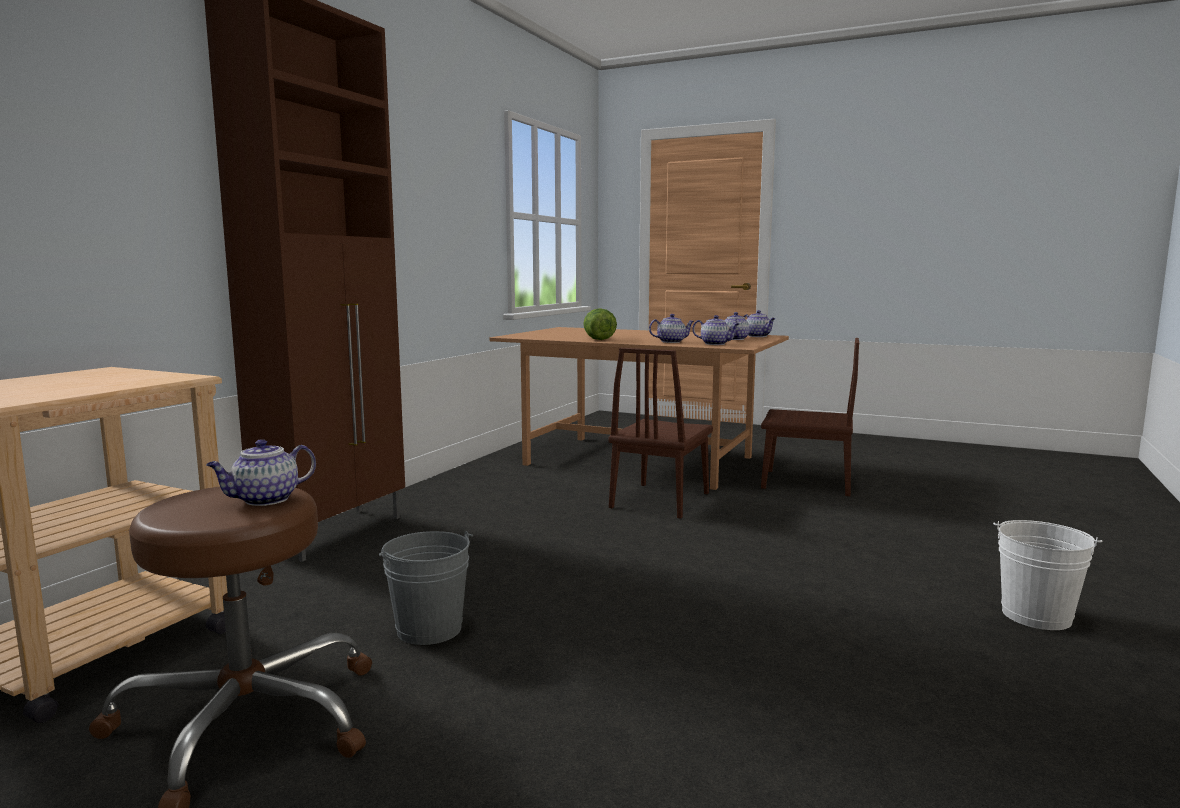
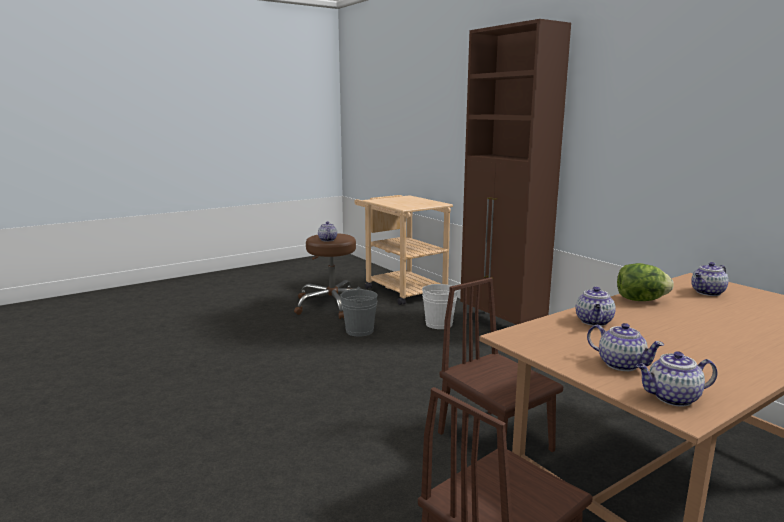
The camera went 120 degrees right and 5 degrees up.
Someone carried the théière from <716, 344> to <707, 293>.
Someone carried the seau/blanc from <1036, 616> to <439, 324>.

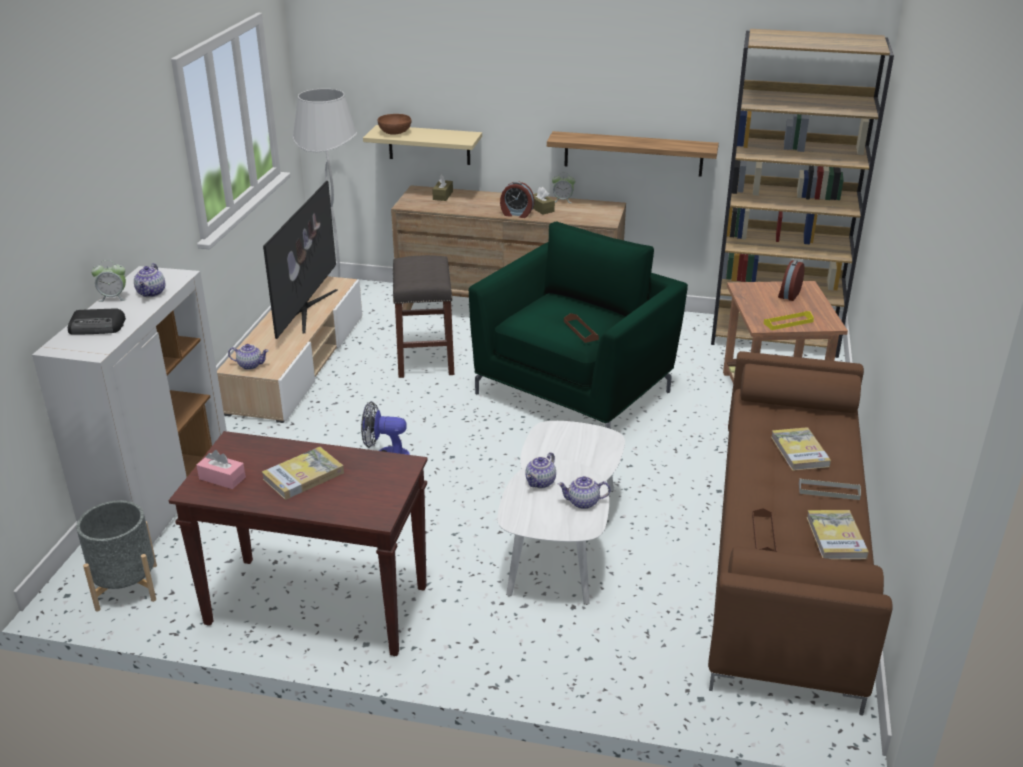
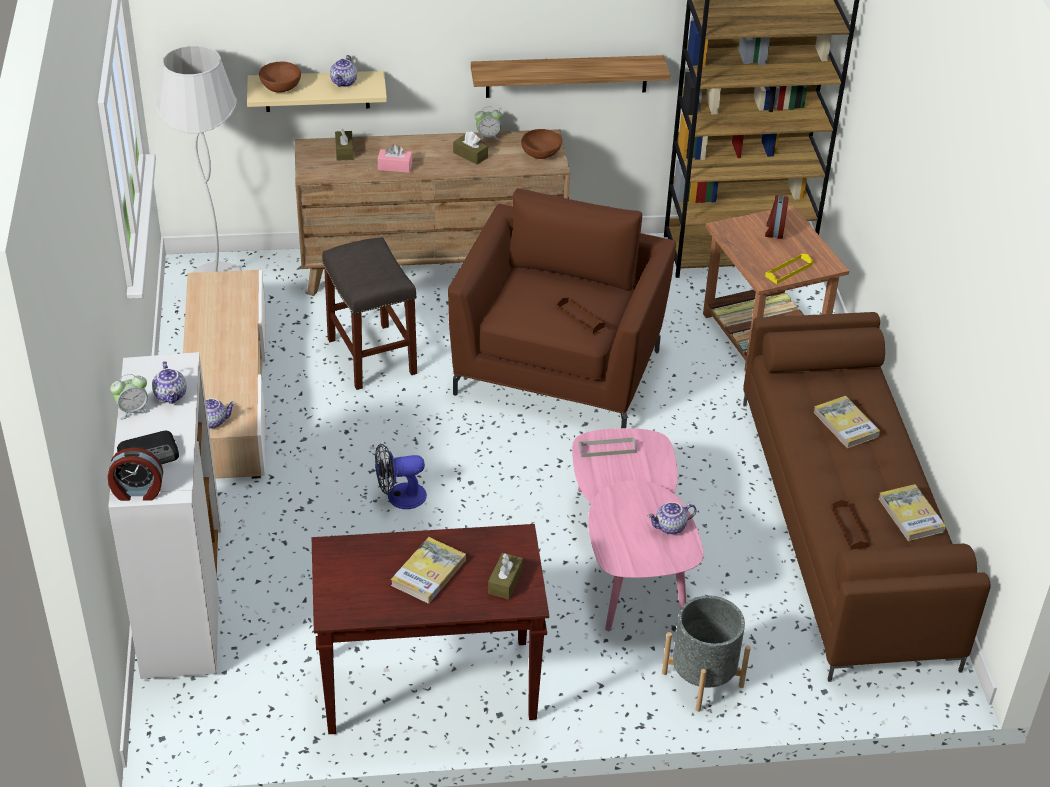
The camera went 20 degrees left and 10 degrees up.
Someone took away the téléviseur at <306, 309>.
Someone put down the boîte à mouchoirs/marron at <505, 582>.
Someone put down the bol/marron at <541, 154>.
Someone carried the cache-pot/gris from <126, 587> to <702, 679>.
Someone carried the boîte à mouchoirs/rose from <222, 478> to <395, 166>.
Someone carried the réveil from <516, 214> to <137, 492>.
Someone carried the théière from <541, 482> to <344, 83>.
Someone carried the plateau/gris from <828, 491> to <607, 449>.
Someone repainted the fauteuil/vert at <575, 391>, which became the fauteuil/marron at <560, 370>.
Someone repainted the table basse/blanc at <562, 538>, which became the table basse/rose at <629, 555>.

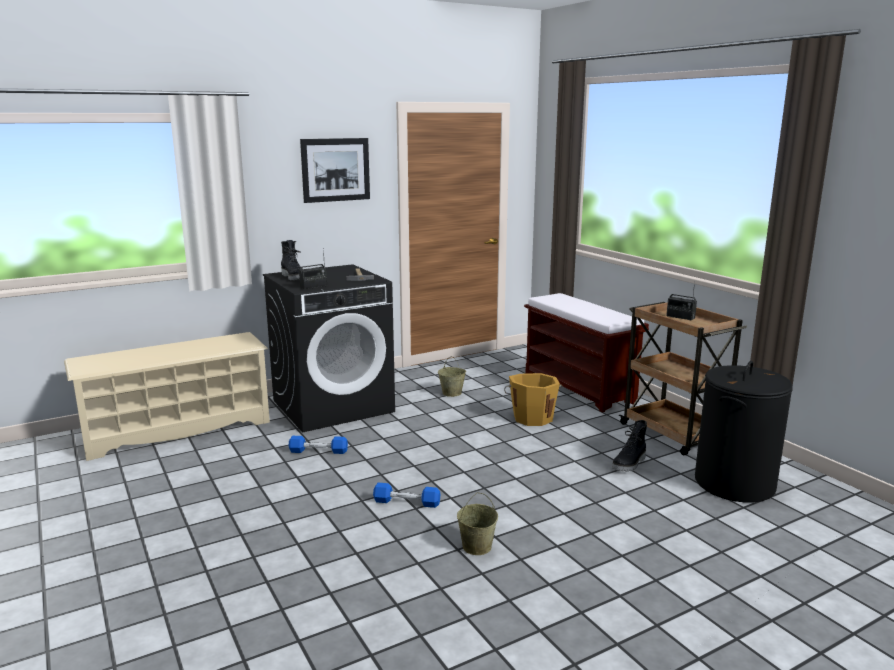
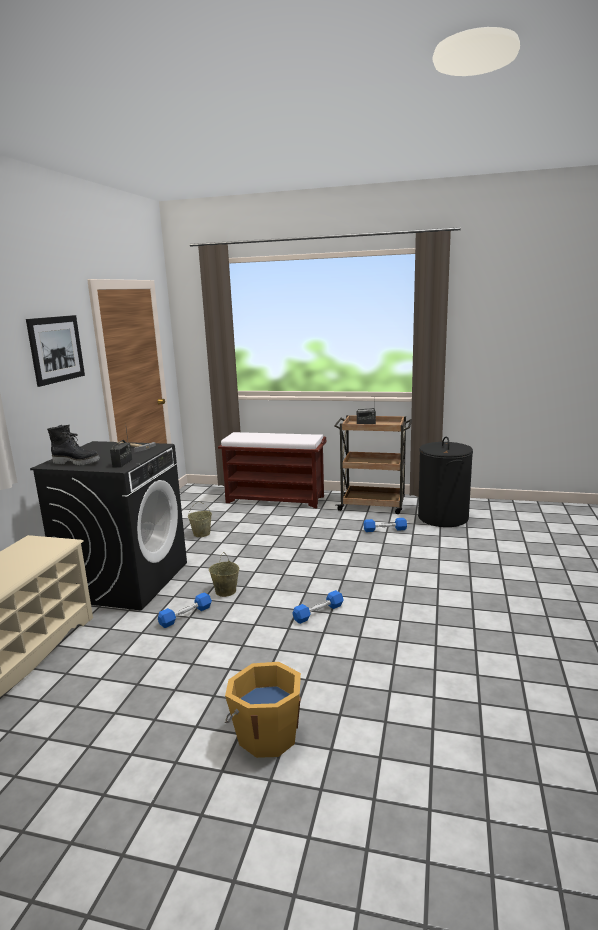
The camera went 45 degrees left and 0 degrees up.
Someone carried the seau/beige from <476, 546> to <225, 591>.
Someone carried the seau/orange from <532, 417> to <266, 734>.
Someone swapped the botte/noir at <630, 464> for the haltère/bleu at <385, 530>.

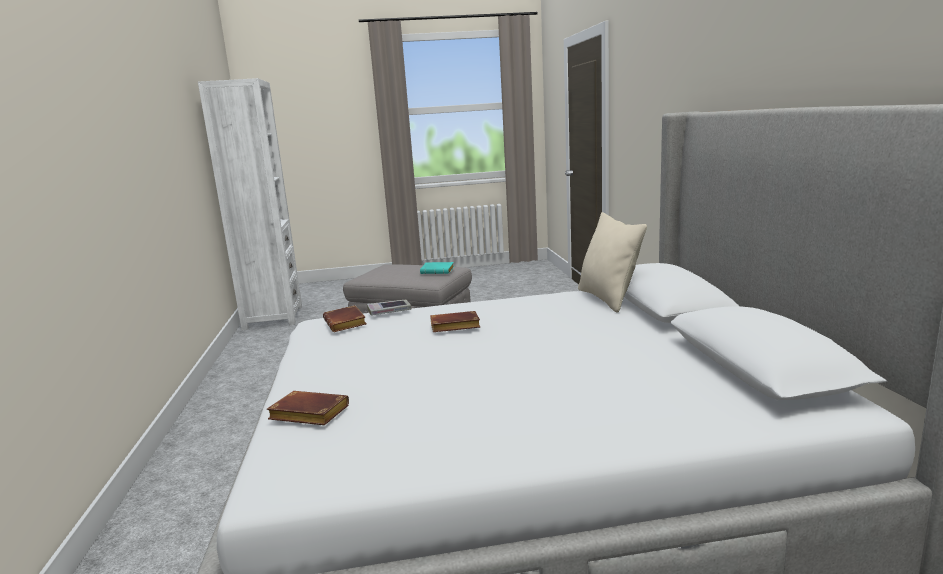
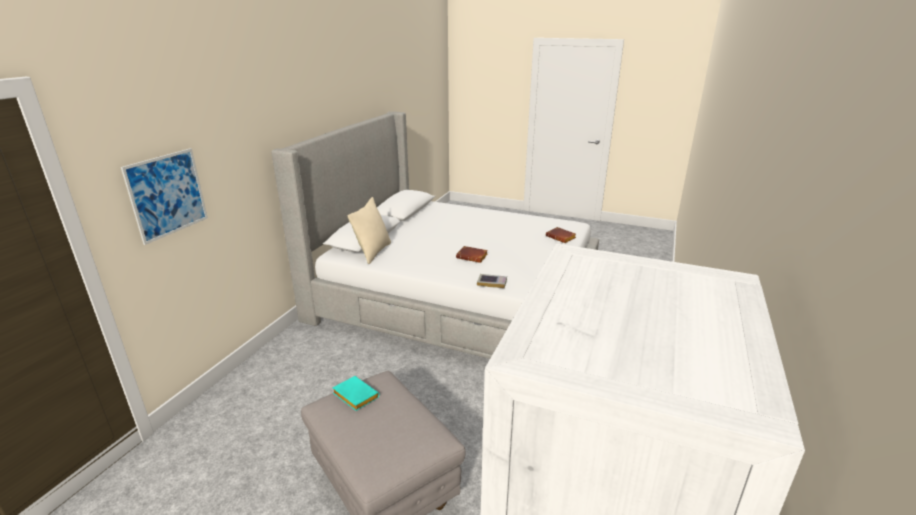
The camera went 150 degrees left and 10 degrees up.
Someone took away the livre/marron at <347, 323>.
Someone put up the tableau at <167, 195>.

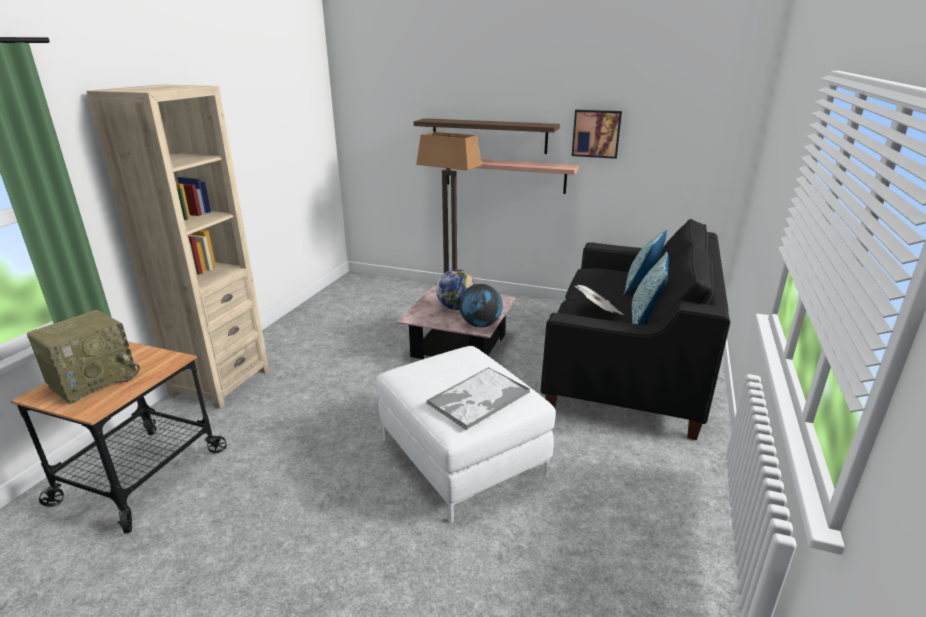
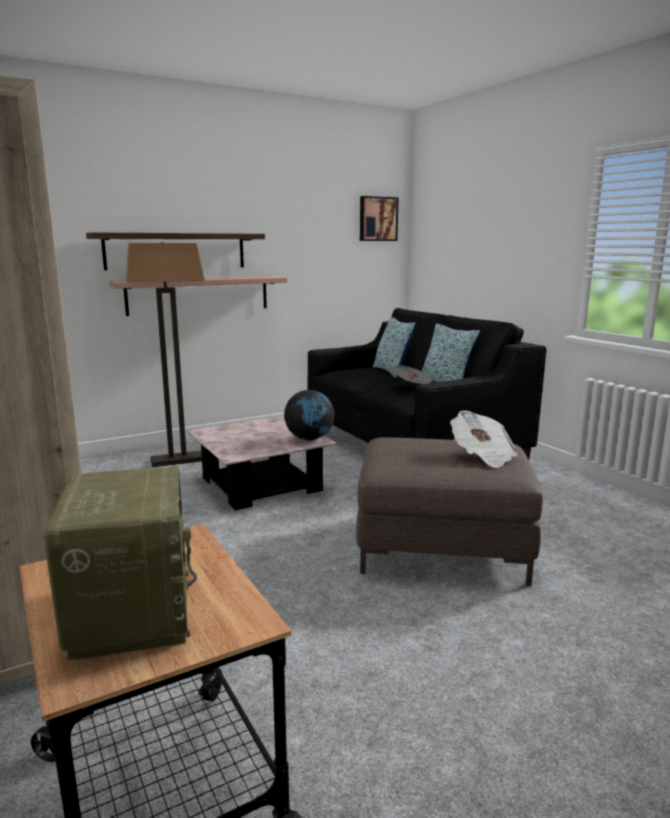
The camera went 50 degrees left and 10 degrees down.
Someone took away the globe at <457, 307>.
Someone carried the tableau from <596, 133> to <377, 219>.
Someone swapped the plateau at <478, 398> for the journal at <482, 456>.
Someone repainted the pouf/blanc at <462, 456>, which became the pouf/marron at <442, 546>.

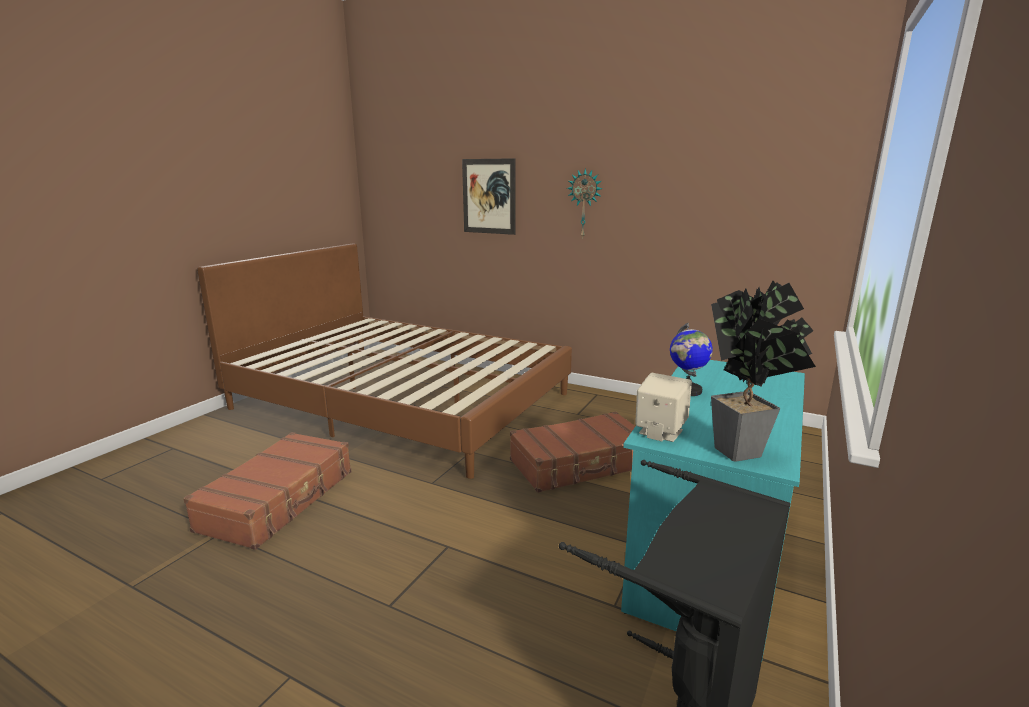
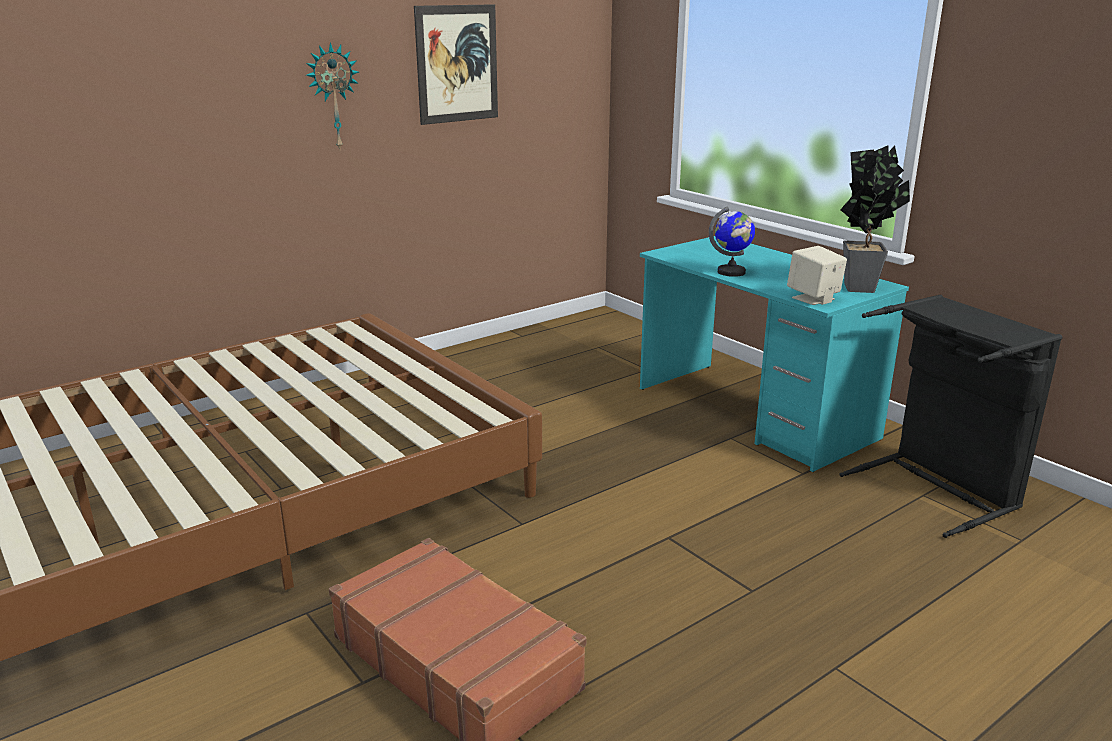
The camera went 65 degrees left and 5 degrees up.
Someone took away the valise/marron at <580, 464>.
Someone carried the tableau from <489, 196> to <457, 64>.

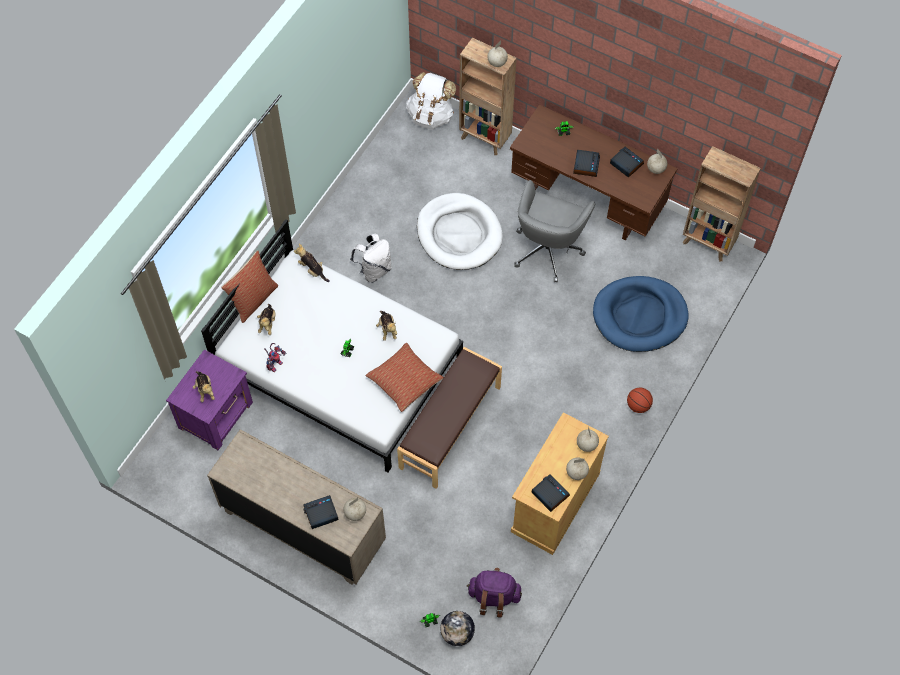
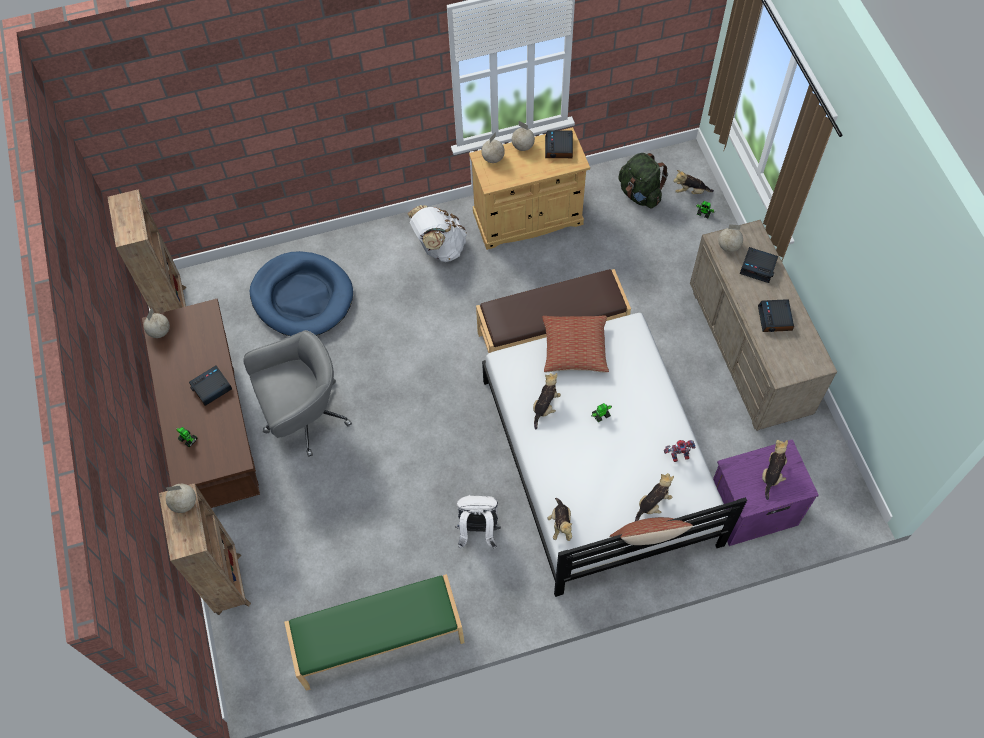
The camera went 135 degrees left and 0 degrees up.
Someone took away the panier pour chien/blanc at <459, 234>.
Someone took away the ballon de basket at <638, 405>.
Someone put down the banc/vert at <379, 641>.
Someone carried the sac à dos/blanc from <431, 115> to <439, 247>.
Someone carried the réveil from <626, 164> to <775, 318>.
Someone swapped the globe at <457, 633> for the peluche at <690, 191>.
Someone repainted the sac à dos/violet at <493, 596>, which became the sac à dos/vert at <640, 194>.

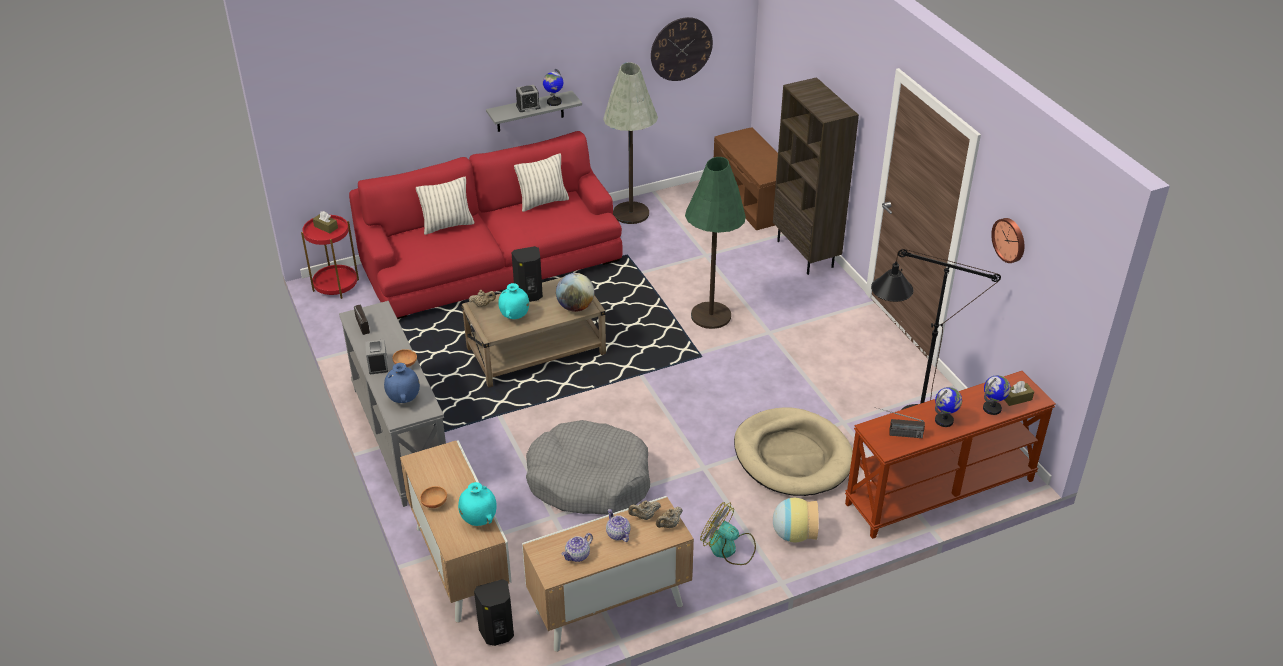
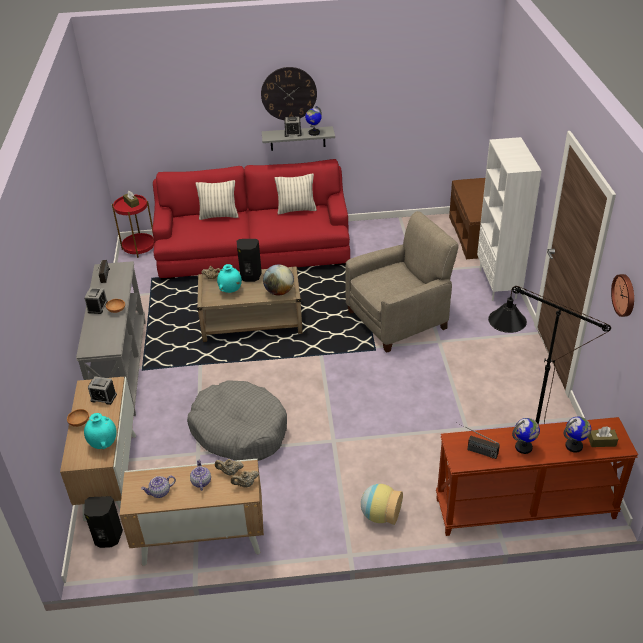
The camera went 20 degrees right and 0 degrees up.
Someone took away the vase/bleu at <404, 399>.
Someone took away the lampadaire/gris at <631, 213>.
Someone took away the ventilateur at <729, 548>.
Someone took away the panier pour chien/beige at <792, 456>.
Someone put down the réveil at <103, 397>.
Someone carried the horloge murale from <681, 49> to <289, 93>.
Someone swapped the lampadaire/vert at <711, 316> for the fauteuil/beige at <398, 319>.
Someone repainted the bibliothèque/marron at <806, 254>, which became the bibliothèque/blanc at <498, 284>.

